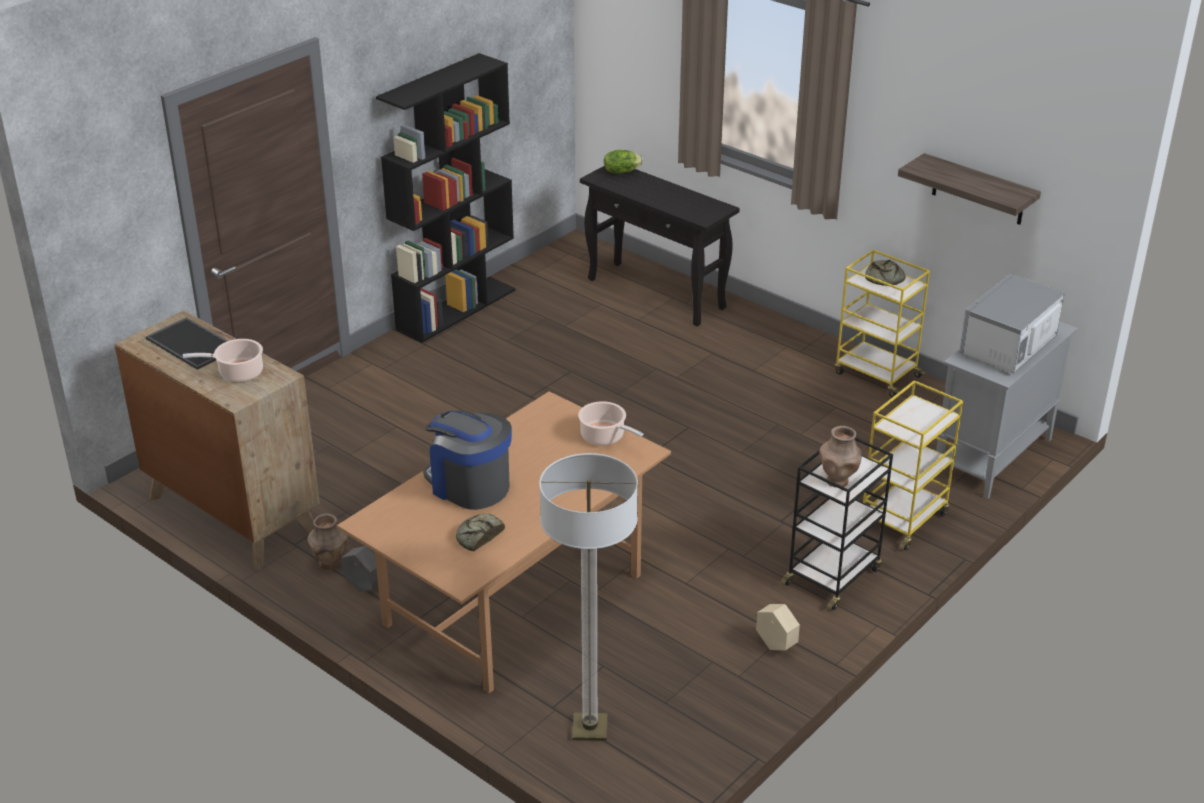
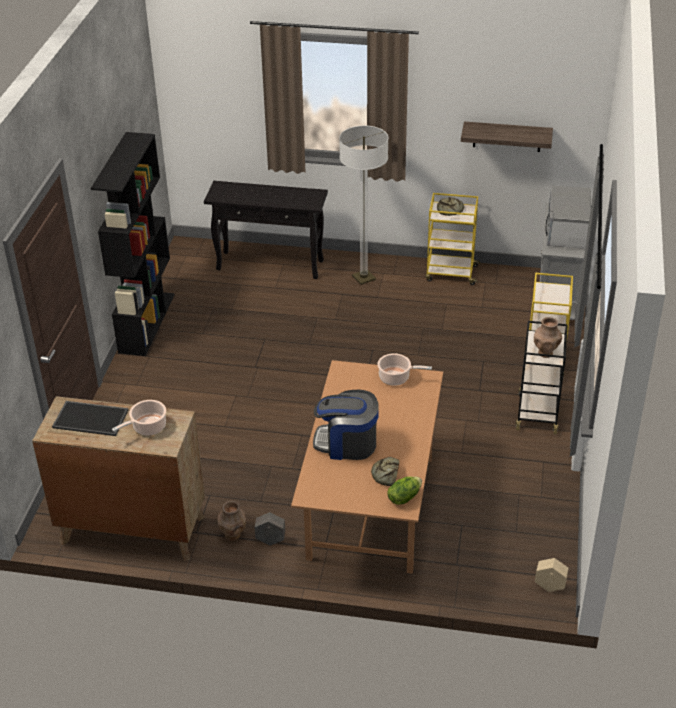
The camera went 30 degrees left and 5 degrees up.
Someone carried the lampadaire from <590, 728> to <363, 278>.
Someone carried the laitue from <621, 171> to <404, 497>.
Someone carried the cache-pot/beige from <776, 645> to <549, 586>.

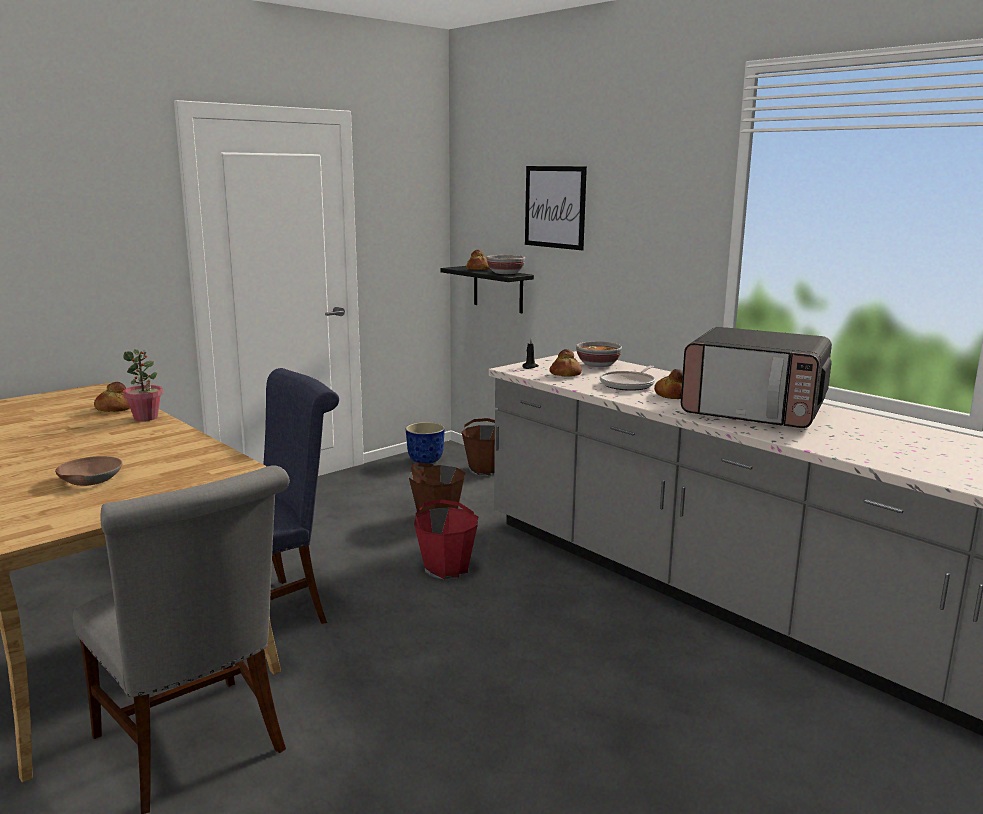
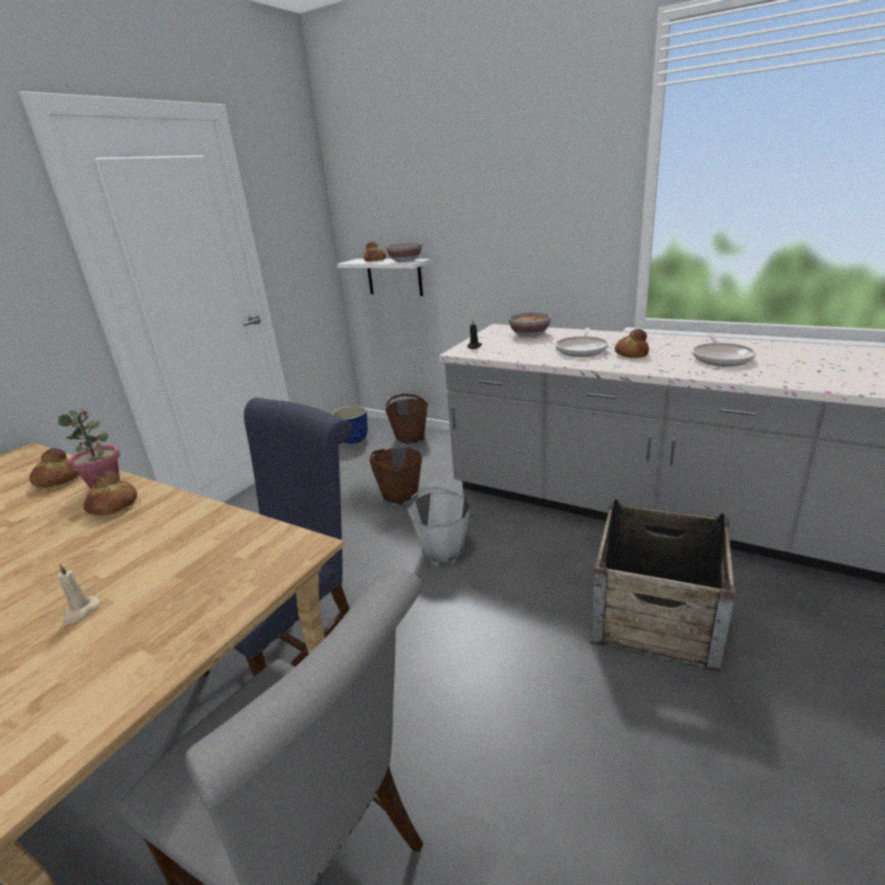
The camera went 15 degrees left and 10 degrees up.
Someone took away the tableau at <555, 207>.
Someone put down the caisse at <655, 614>.
Someone carried the pain from <565, 374> to <113, 506>.
Someone swapped the bol/marron at <90, 479> for the bougie/beige at <80, 611>.
Someone swapped the micro-ondes at <754, 411> for the poêle at <721, 358>.
Someone repainted the seau/rouge at <446, 568>, which became the seau/gris at <442, 549>.
Someone repainted the étagère/noir at <498, 289>, which became the étagère/blanc at <394, 277>.

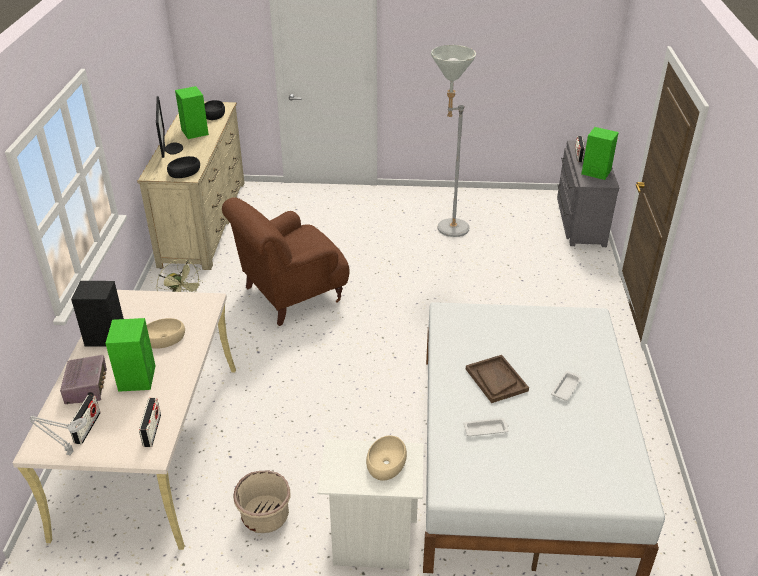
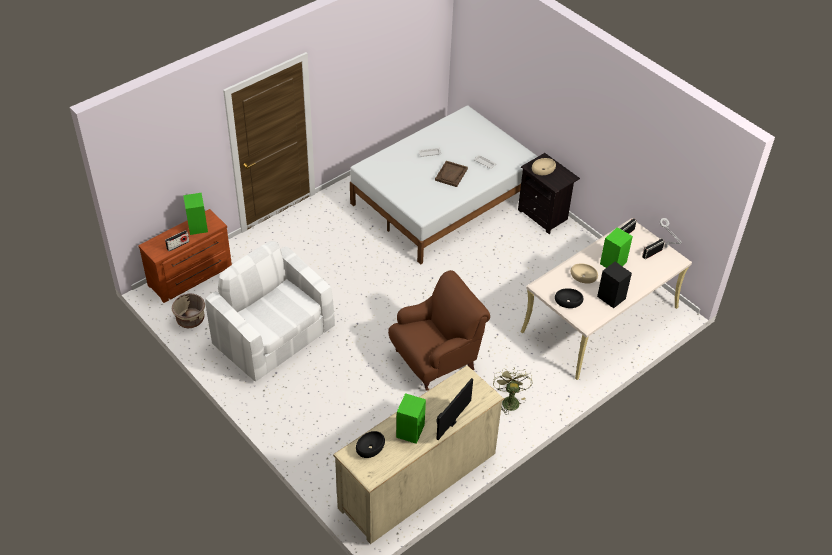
The camera went 135 degrees left and 10 degrees up.
Someone took away the radio at <87, 387>.
Someone carried the bol/noir from <184, 172> to <568, 301>.
Someone carried the cache-pot/beige from <265, 516> to <190, 320>.
Someone swapped the lampadaire/gris at <446, 228> for the fauteuil/blanc at <274, 336>.
Someone repainted the table de chevet/blanc at <371, 542>, which became the table de chevet/noir at <544, 215>.
Someone repainted the commode/gris at <579, 221>, which became the commode/marron at <191, 277>.
Someone rotated the fauteuil/marron at <291, 295> by 45 degrees counterclockwise.

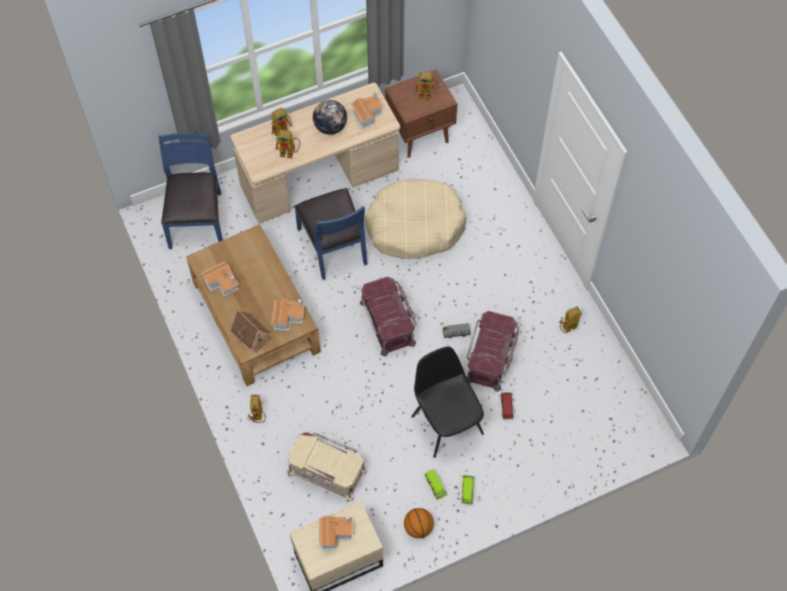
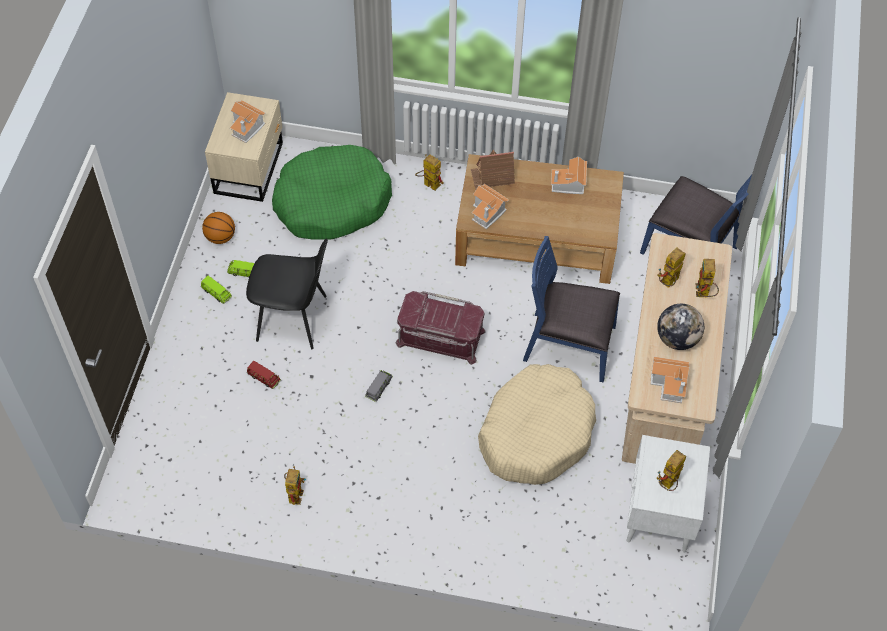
The camera went 125 degrees right and 5 degrees down.
Someone took away the boîte de rangement/rouge at <491, 357>.
Someone swapped the boîte de rangement/beige at <326, 472> for the panier pour chien/vert at <332, 202>.
Someone repainted the table de chevet/marron at <420, 134>, which became the table de chevet/blanc at <658, 519>.

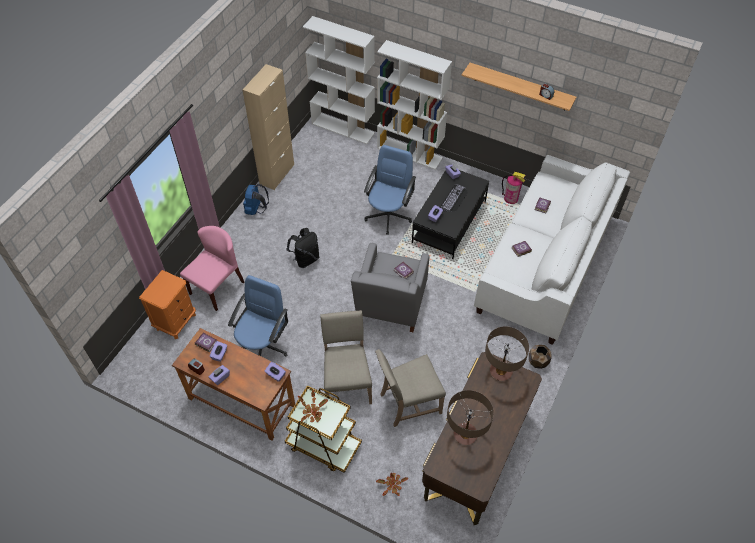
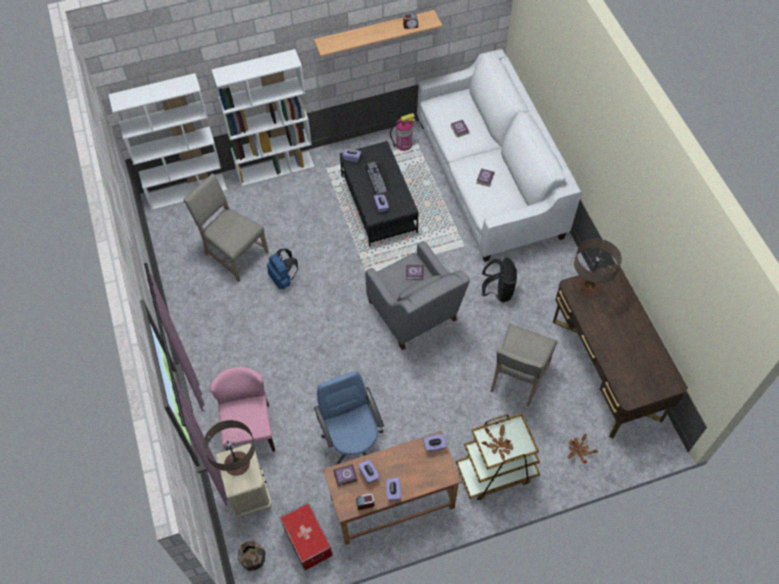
The camera went 45 degrees left and 5 degrees up.
Someone took away the meuble de rangement/beige at <277, 174>.
Someone took away the chaise de bureau/bleu at <389, 215>.
Someone put down the boîte de rangement at <308, 541>.
Someone carried the sac à dos/bleu from <256, 210> to <283, 279>.
Someone carried the sac à dos/noir from <305, 259> to <498, 291>.
Someone carried the chaise/beige from <347, 382> to <234, 253>.
Someone carried the lampe de table from <465, 434> to <237, 464>.
Someone carried the cache-pot/marron from <538, 362> to <253, 559>.
Someone repainted the table de chevet/orange at <176, 321>, which became the table de chevet/beige at <250, 494>.

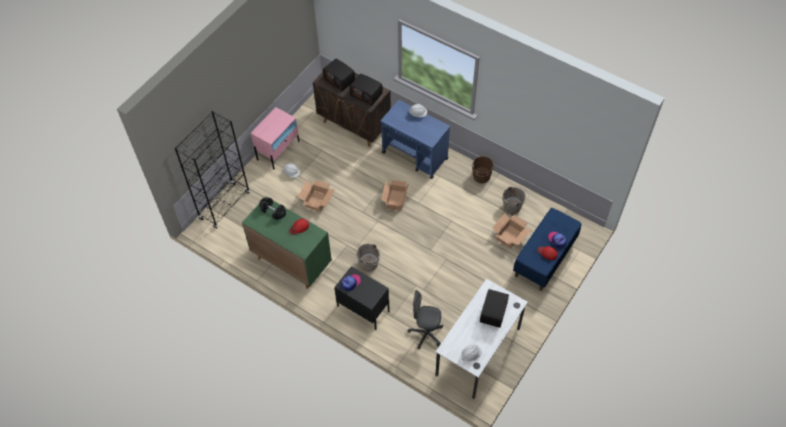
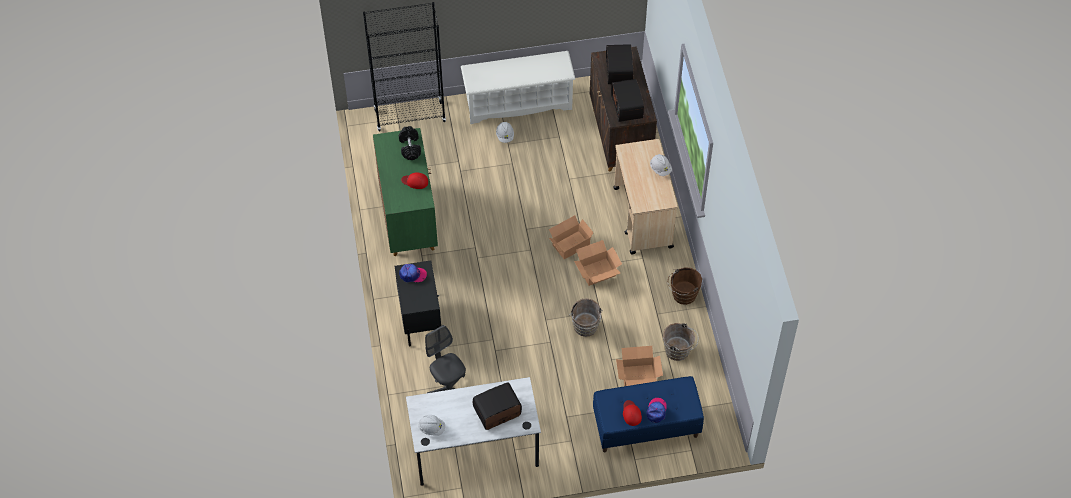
The camera went 45 degrees right and 0 degrees up.
Someone carried the carton from <317, 201> to <597, 271>.
Someone carried the seau/marron from <370, 264> to <585, 328>.
Someone swapped the table de chevet/rose at <278, 150> for the étagère à chaussures/blanc at <518, 103>.
Someone repainted the chariot/bleu at <415, 156>, which became the chariot/beige at <643, 218>.

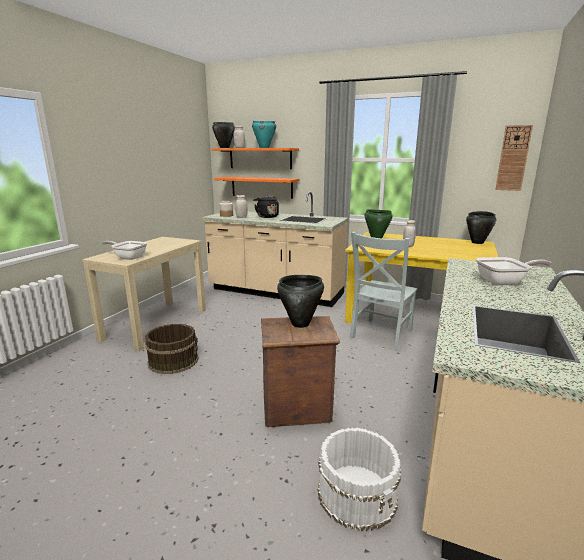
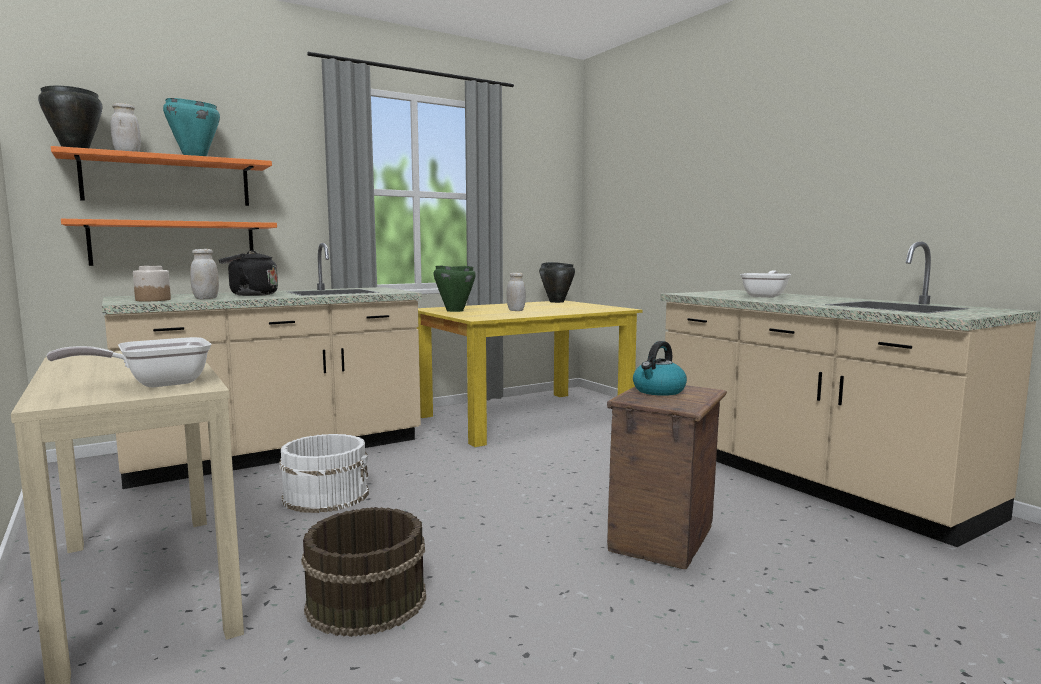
The camera went 55 degrees left and 10 degrees down.
Someone took away the chaise/gris at <380, 335>.
Someone took away the horloge murale at <513, 158>.
Someone carried the seau/blanc from <357, 494> to <326, 495>.
Someone swapped the marmite/noir at <300, 324> for the bouilloire at <658, 391>.

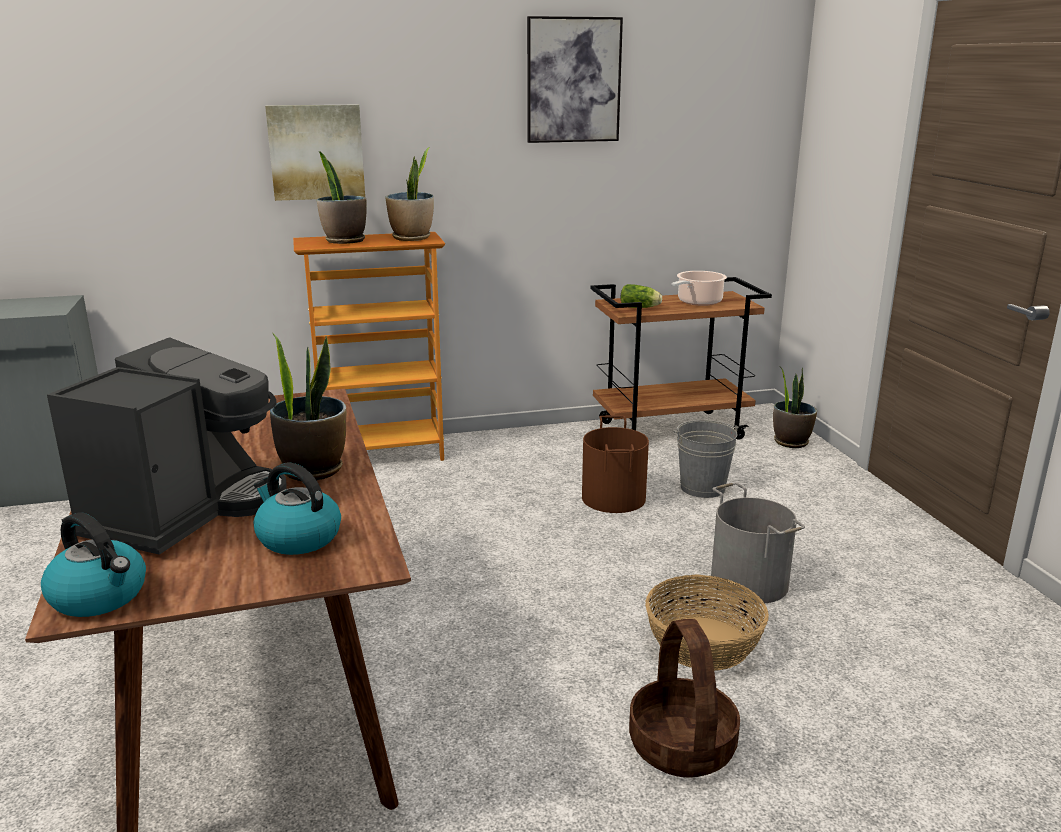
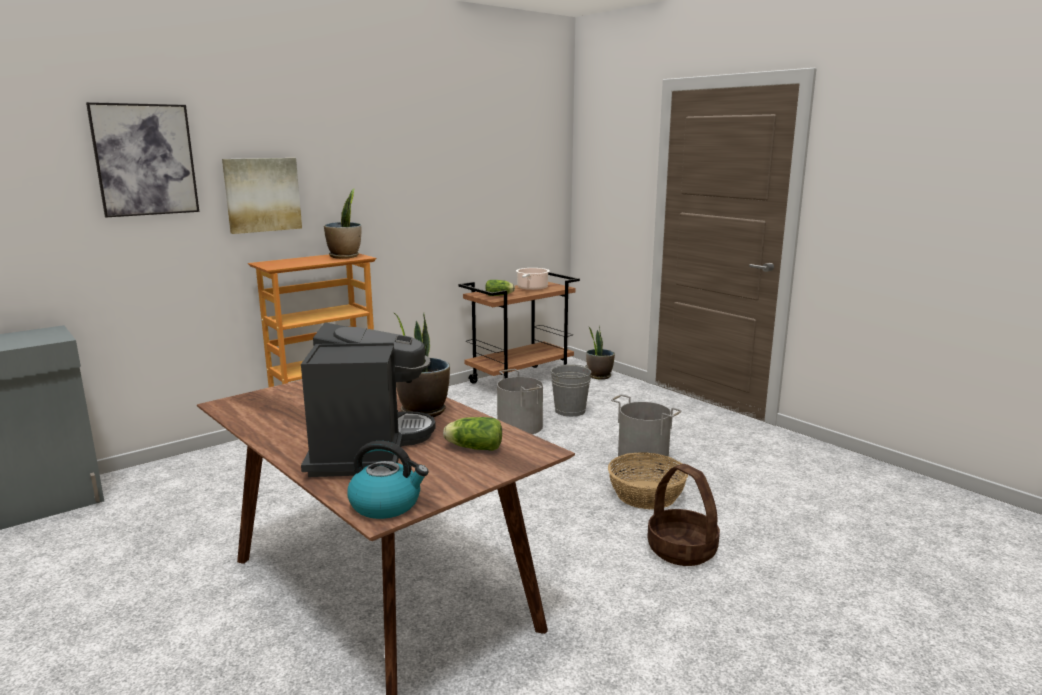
The camera went 25 degrees left and 5 degrees down.
Someone took away the plante en pot at <344, 241>.
Someone carried the tableau from <573, 80> to <145, 160>.
Someone swapped the bouilloire at <297, 538> for the laitue at <472, 448>.
Someone repainted the seau/marron at <614, 498>, which became the seau/gris at <520, 426>.

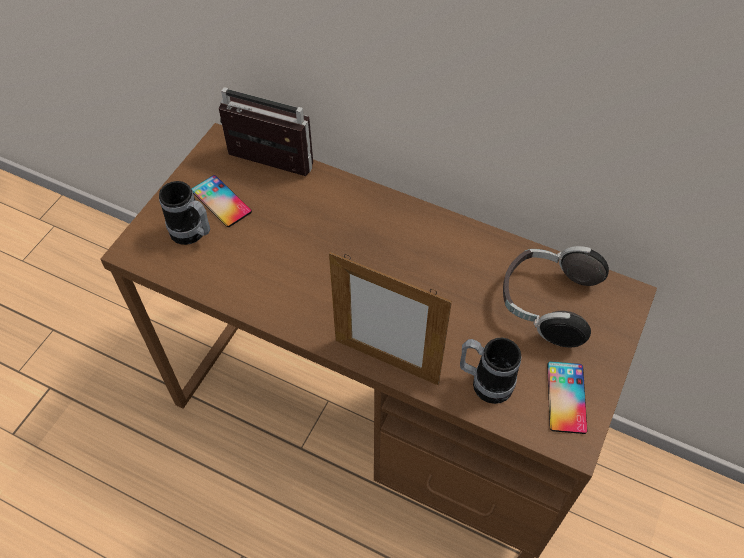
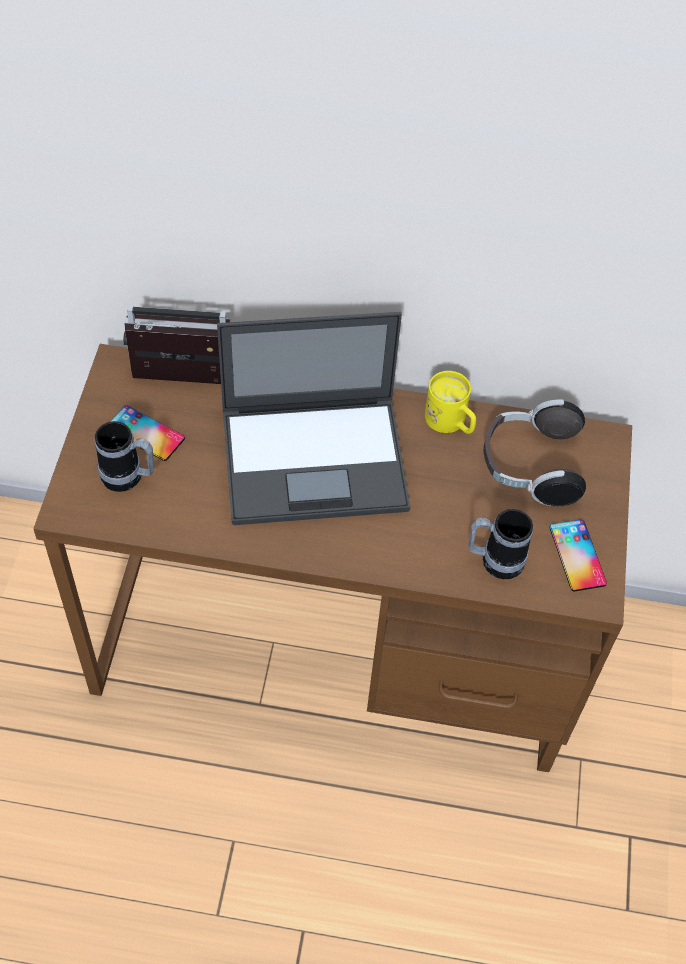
The camera went 20 degrees left and 0 degrees up.
Someone took away the cadre photo at <386, 361>.
Someone put down the ordinateur portable at <316, 459>.
Someone put down the mug/jaune at <451, 423>.

